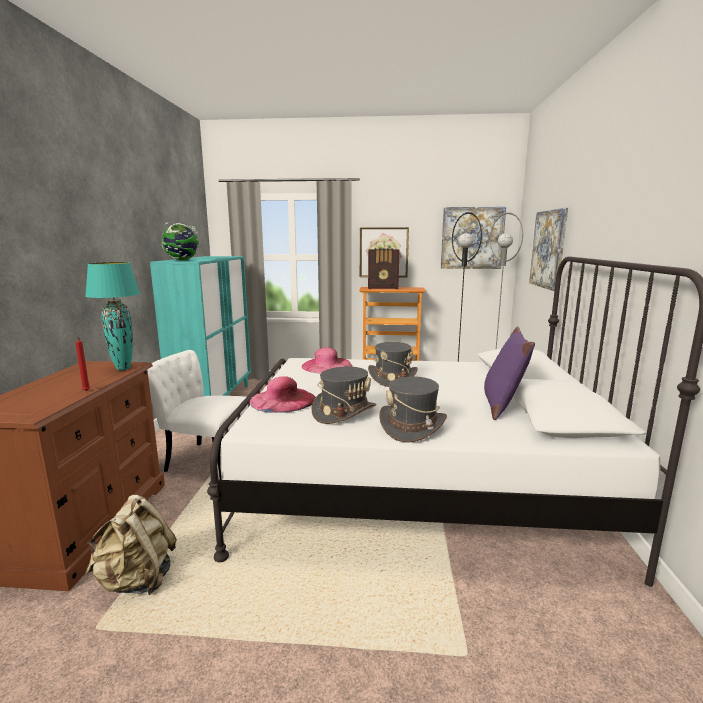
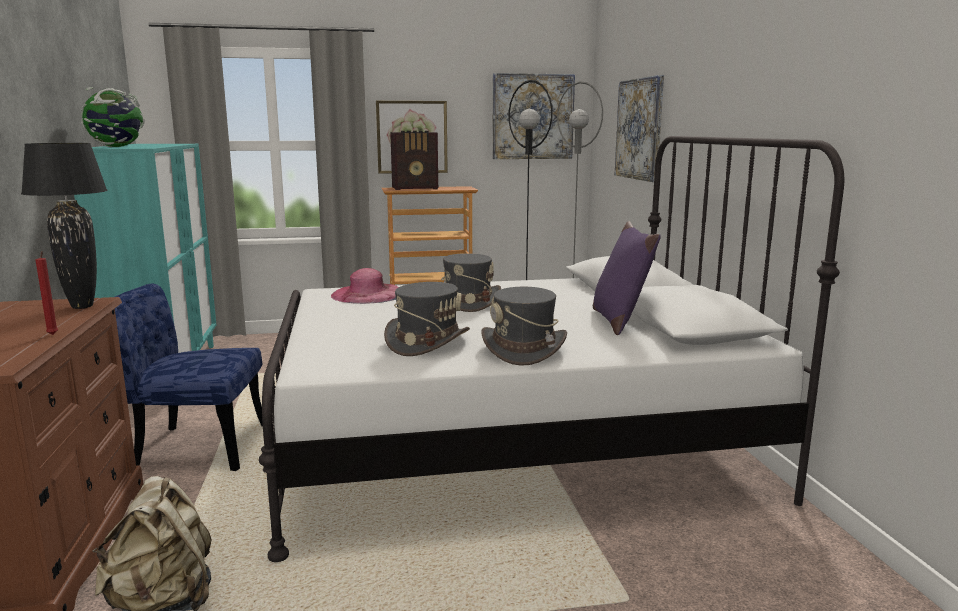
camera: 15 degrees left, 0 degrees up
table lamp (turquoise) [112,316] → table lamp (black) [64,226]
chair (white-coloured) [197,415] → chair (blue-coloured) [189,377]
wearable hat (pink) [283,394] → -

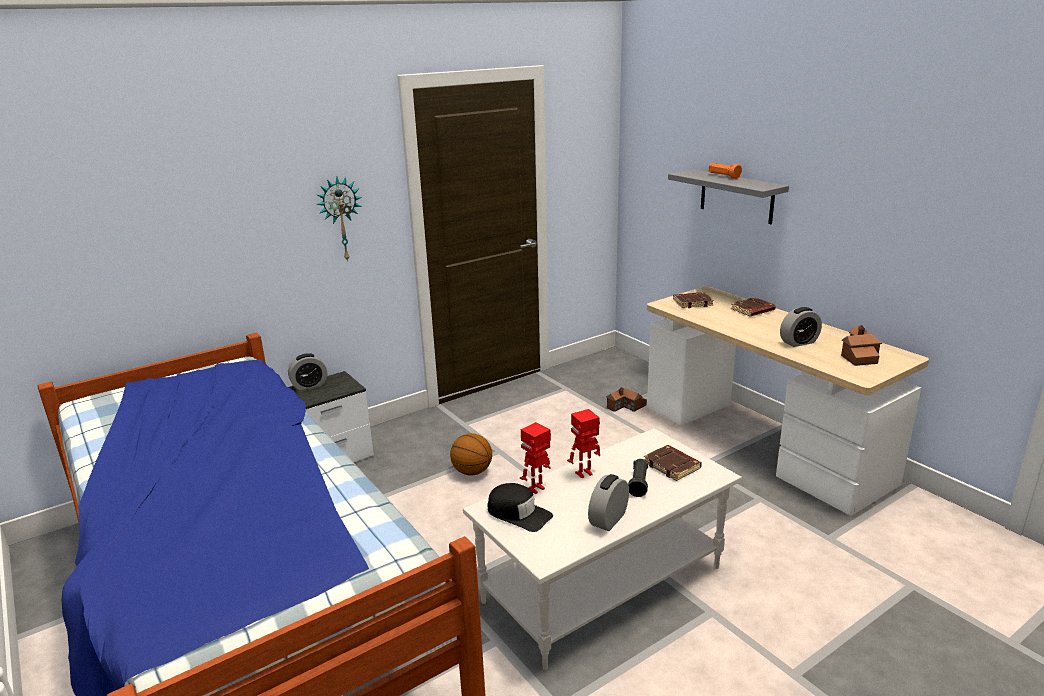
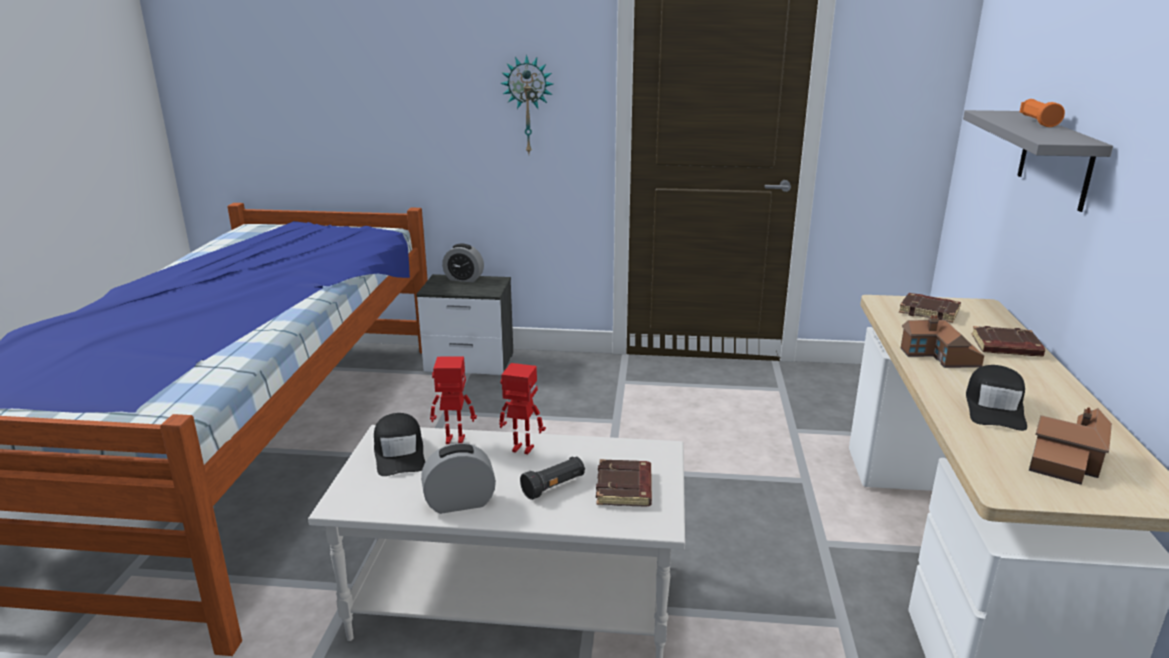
camera: 40 degrees right, 0 degrees up
ball for basketball [471,454] → -
model house [626,399] → model house [942,341], move
alarm clock [801,327] → baseball cap (black) [996,398]

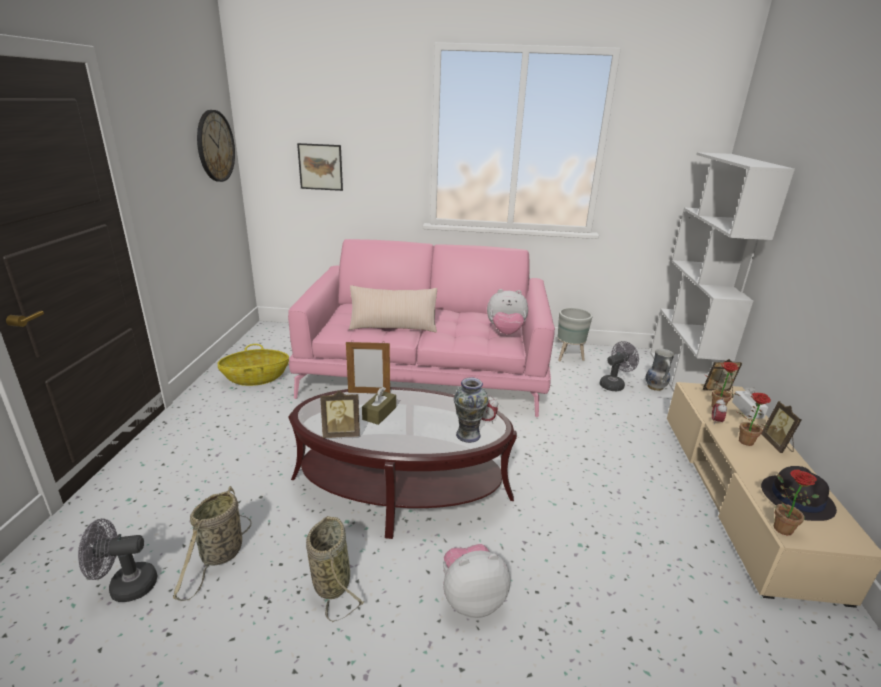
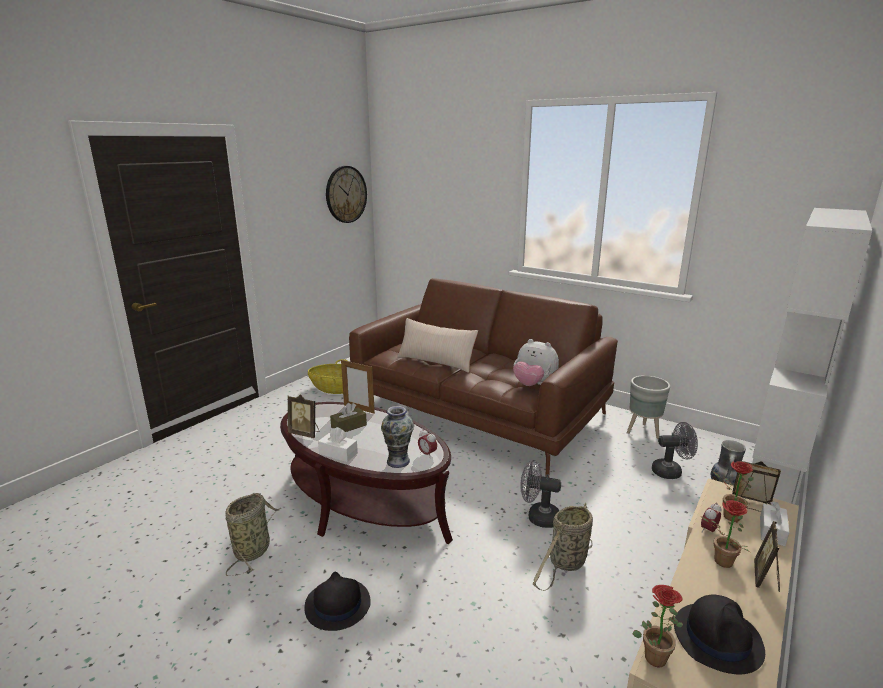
camera: 30 degrees right, 5 degrees down
electric fan (gray) [117,560] → electric fan (gray) [540,494], move
household basket [212,543] → household basket [563,547], move
couch (pink) [421,328] → couch (brown-coloured) [483,378]
wall picture [320,167] → -
plush toy [476,581] → wearable hat (black) [337,601]
- → box of tissues (white-coloured) [338,444]

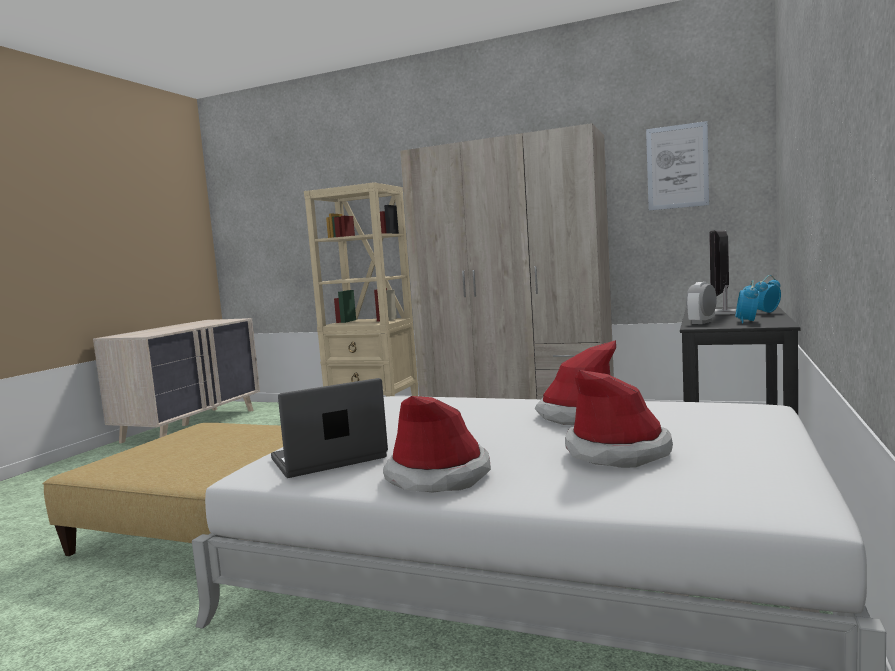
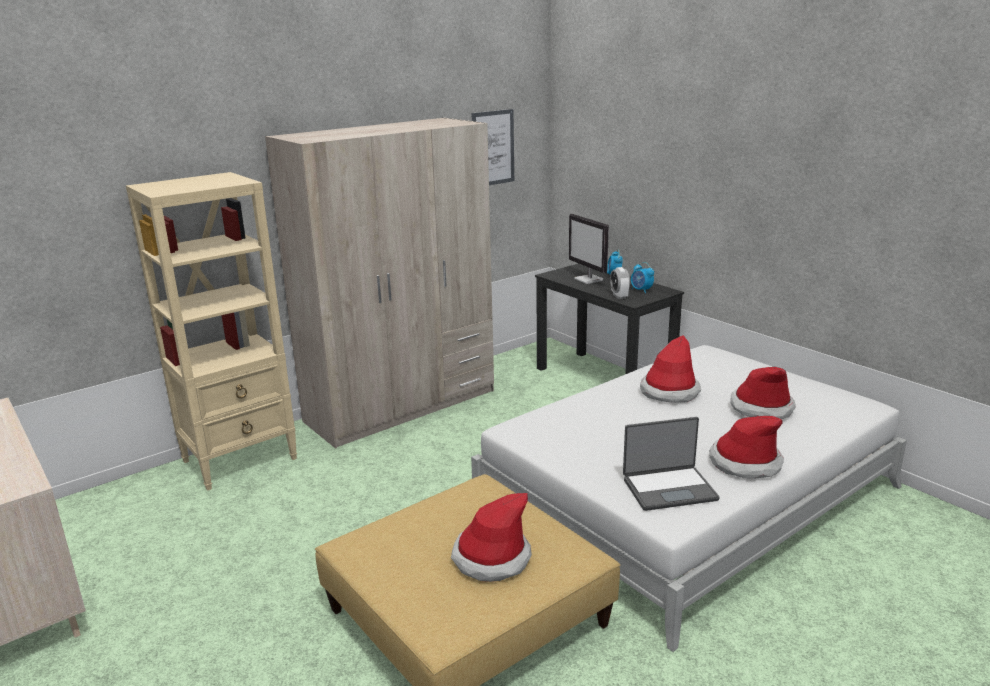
camera: 60 degrees left, 15 degrees up
notebook computer [329,428] → notebook computer [671,464], 105 degrees counterclockwise
- → wearable hat [491,537]

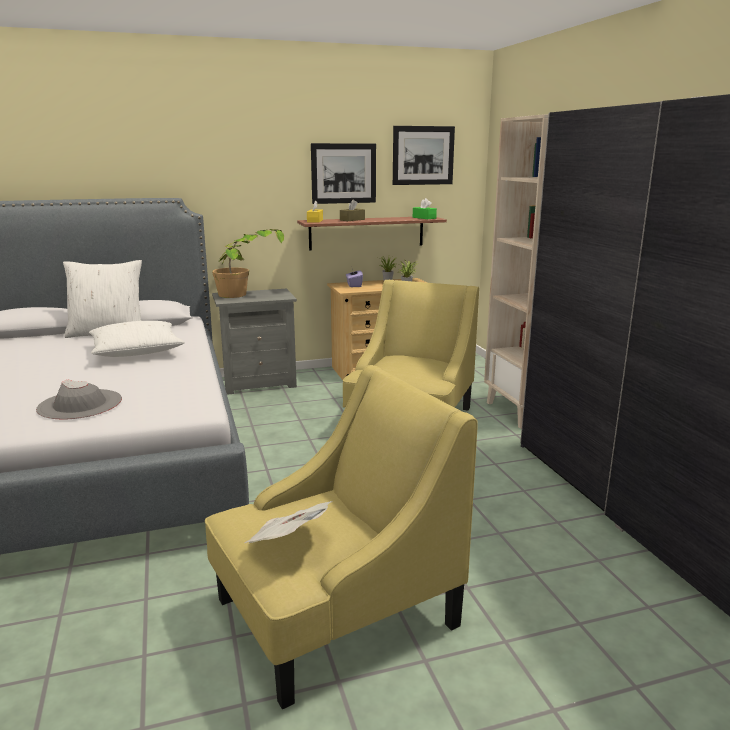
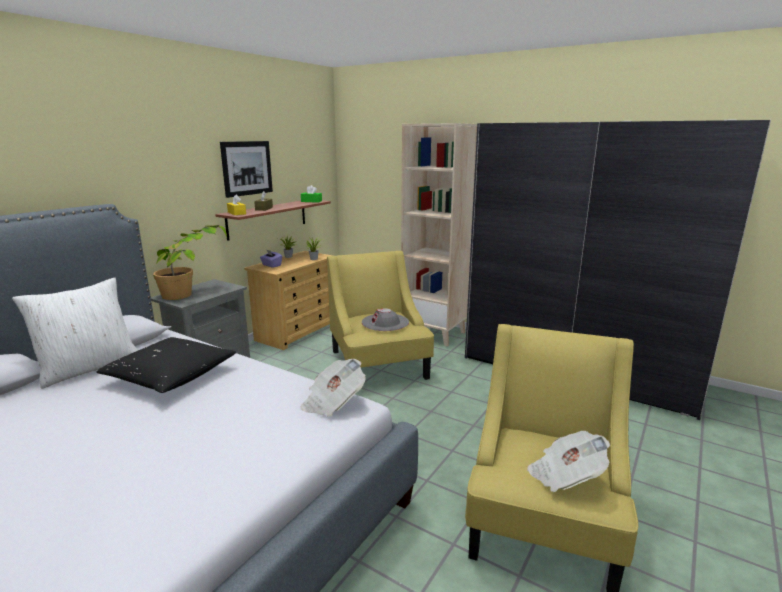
camera: 40 degrees left, 0 degrees up
wearable hat (gray) [79,399] → wearable hat (gray) [385,319], move
pillow (white-coloured) [137,339] → pillow (black) [166,365]
wall picture [424,155] → -
- → daily paper [333,388]

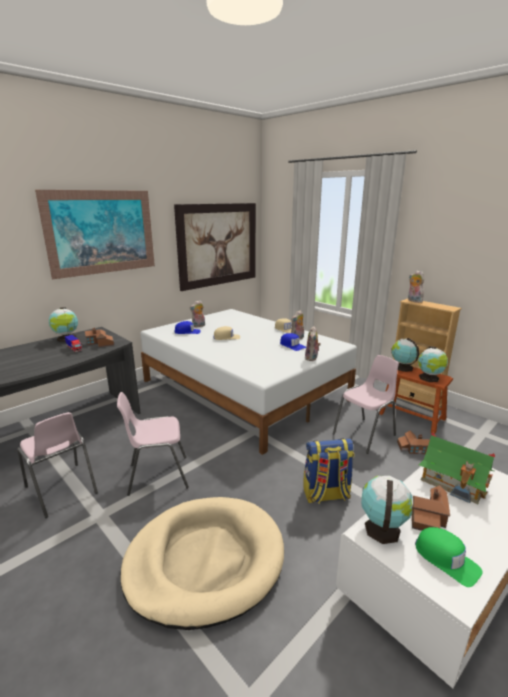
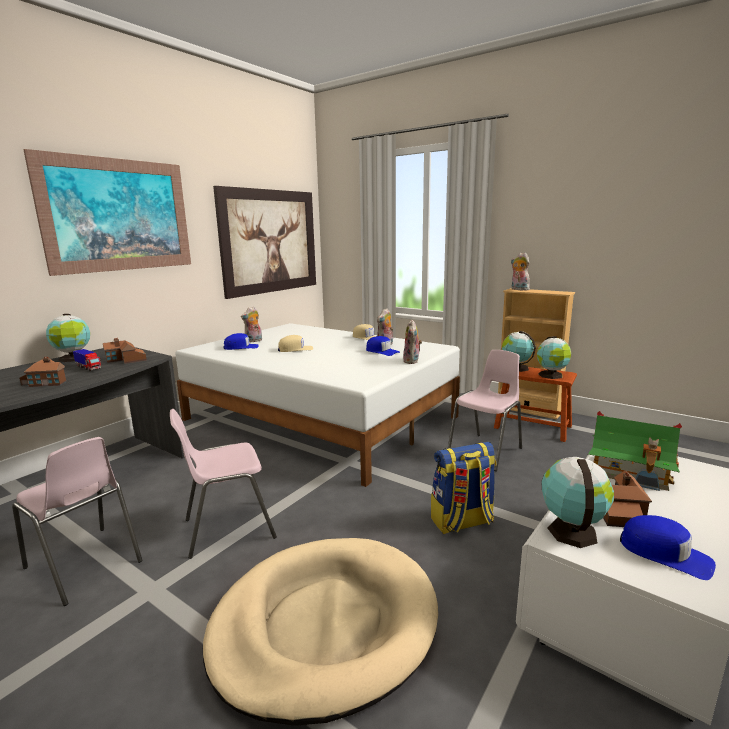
camera: 10 degrees left, 5 degrees down
model house [413,442] → model house [42,372], move
baseball cap (green) [448,557] → baseball cap (blue-coloured) [668,547]

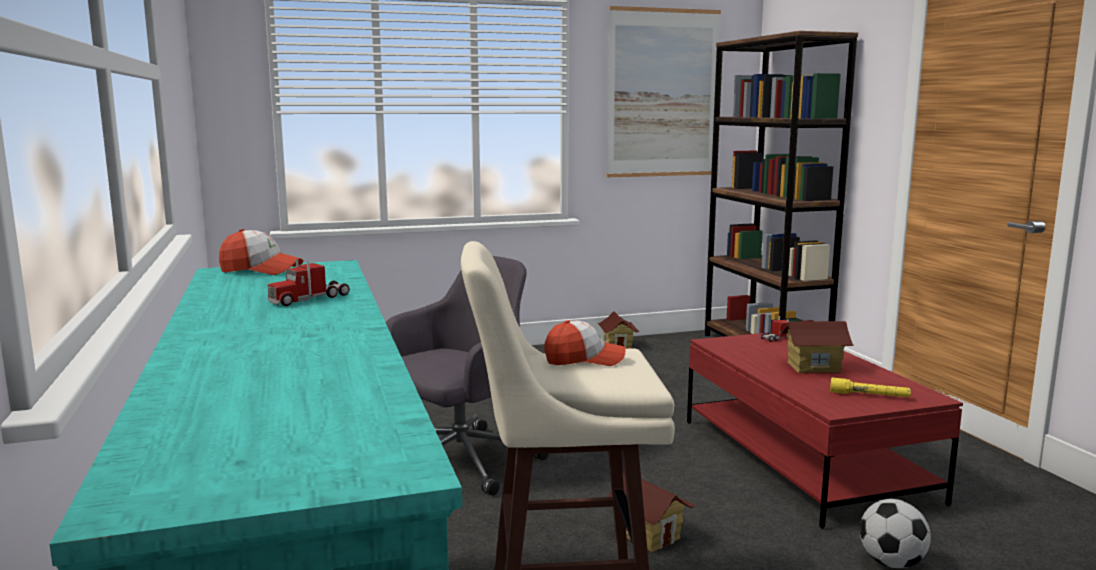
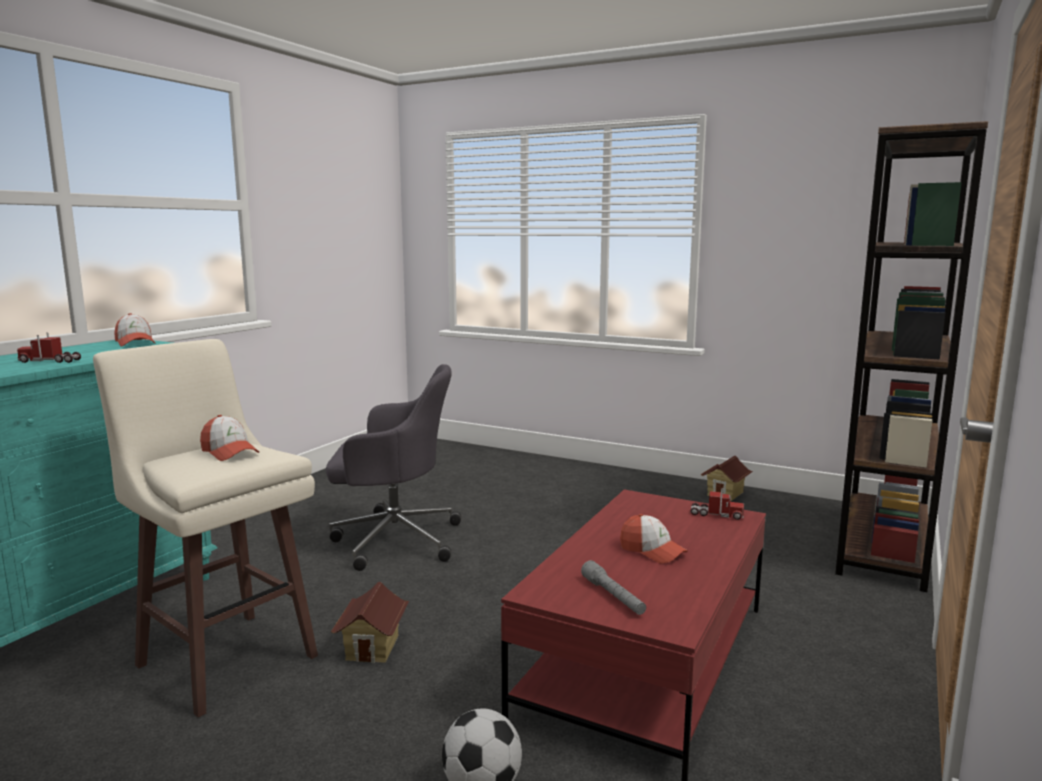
camera: 45 degrees right, 0 degrees up
wall picture [663,92] → -
model house [816,347] → baseball cap [654,539]
flashlight (yellow) [870,387] → flashlight (gray) [613,587]

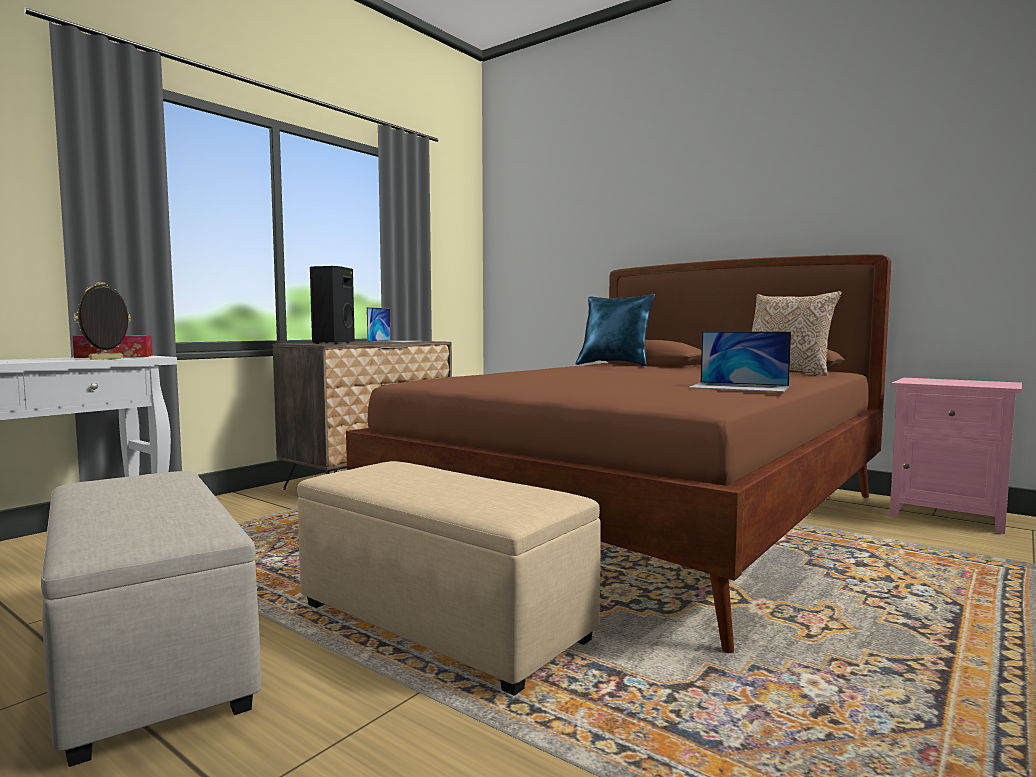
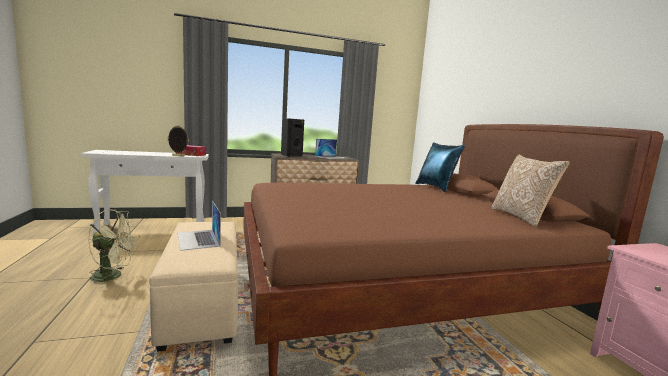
camera: 35 degrees right, 5 degrees up
pouffe (beige-coloured) [151,619] → electric fan (green) [114,249]
notebook computer [740,361] → notebook computer [199,226], move

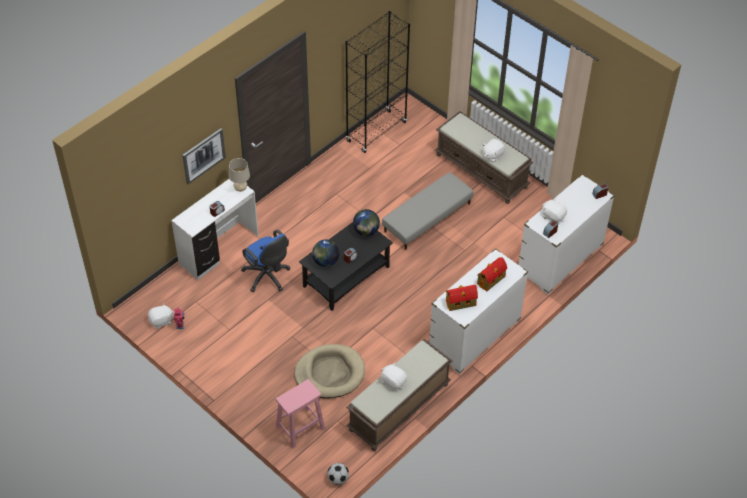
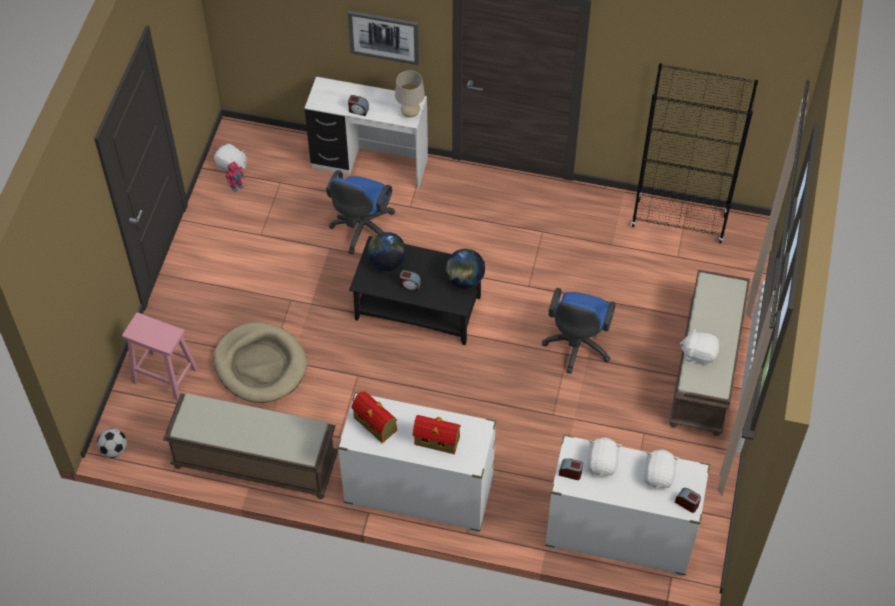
camera: 60 degrees right, 5 degrees up
plush toy (white-coloured) [394,376] → plush toy (white-coloured) [661,468], move
pouffe (gray) [428,211] → computer chair (blue-coloured) [579,330]

